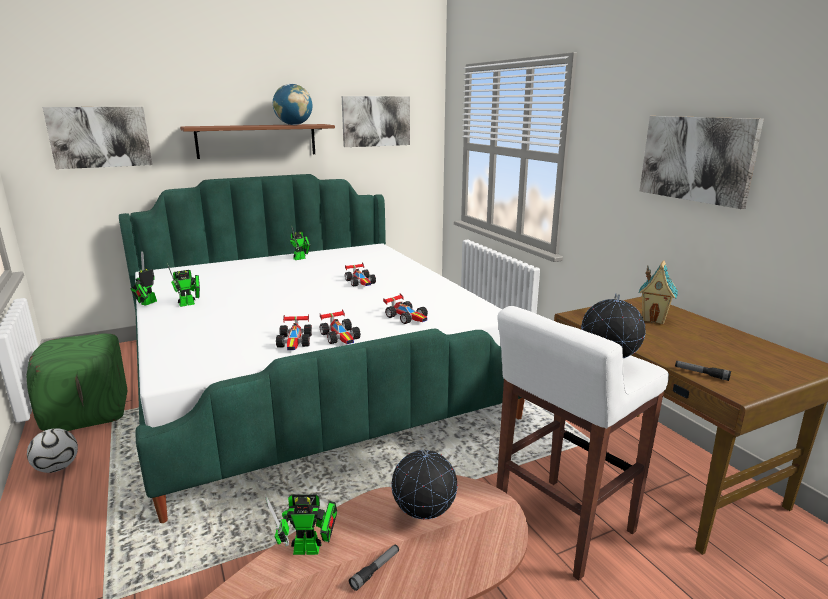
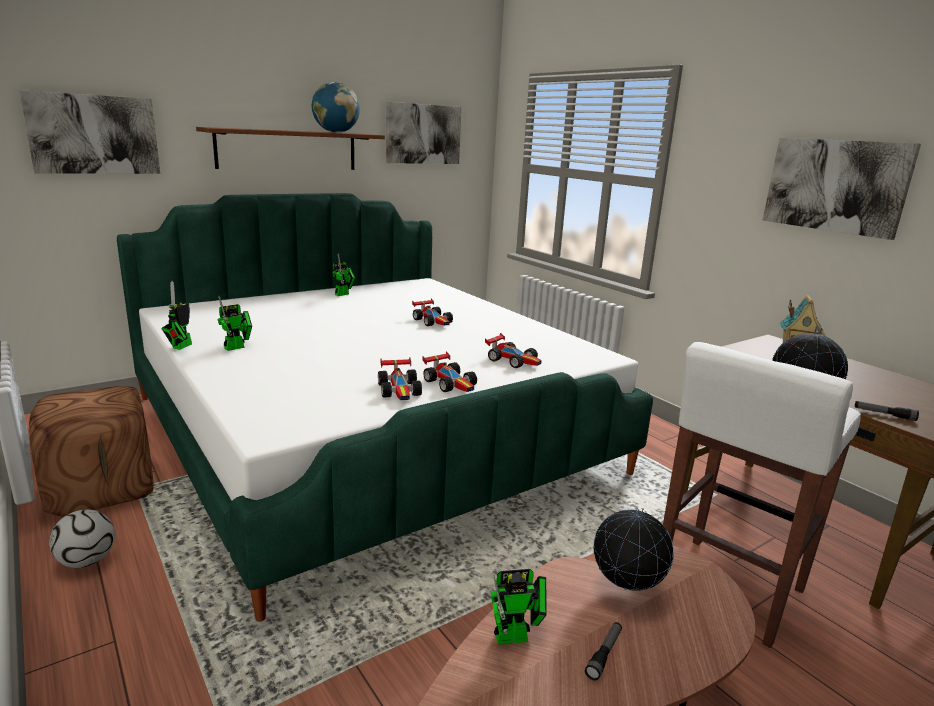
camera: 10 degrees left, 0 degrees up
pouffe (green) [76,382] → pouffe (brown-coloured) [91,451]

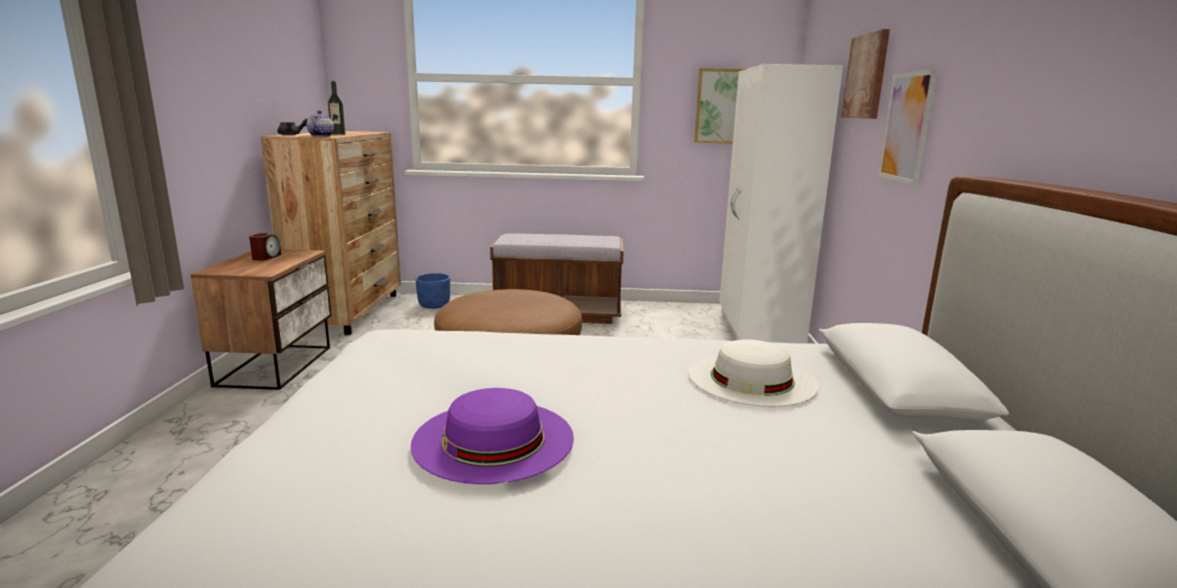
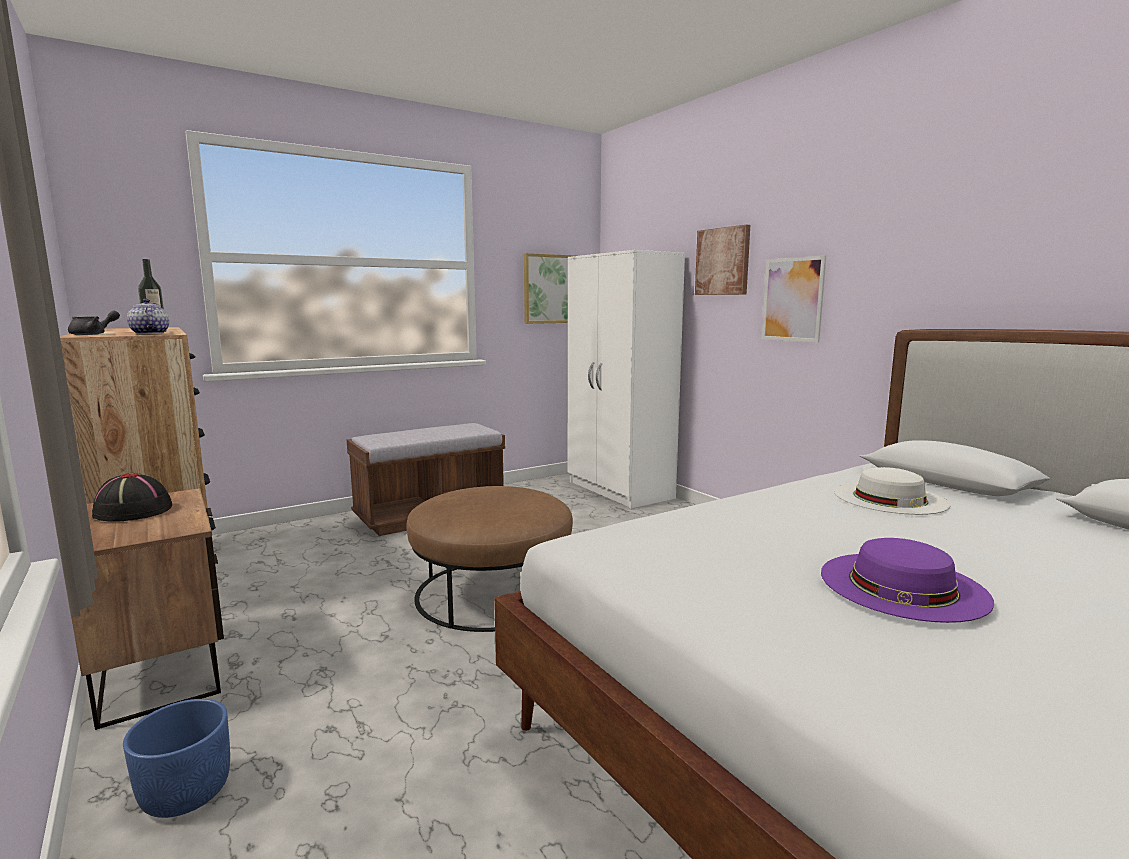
camera: 35 degrees left, 5 degrees down
alarm clock [265,247] → wearable hat (black) [132,497]
plant pot (blue-coloured) [432,291] → plant pot (blue-coloured) [176,758], move

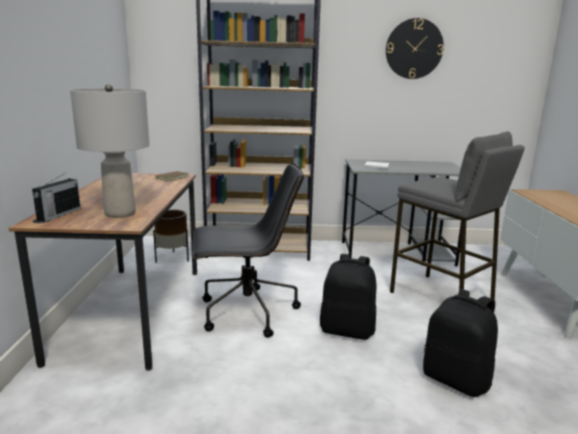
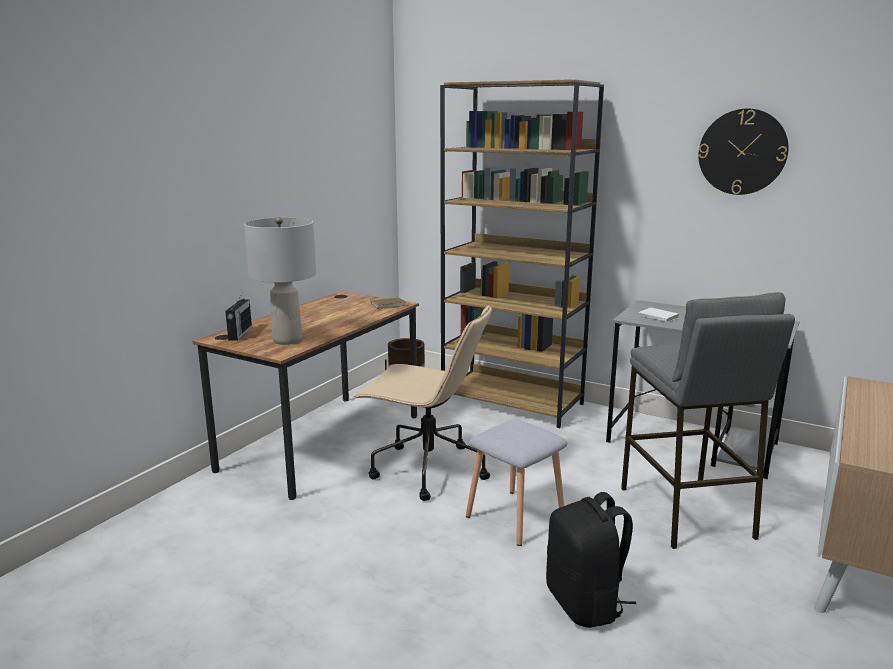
camera: 30 degrees right, 0 degrees up
radio receiver [56,197] → radio receiver [238,317], 45 degrees counterclockwise
computer chair (black) [248,250] → computer chair (beige-coloured) [423,403]
backpack (black) [348,297] → stool (gray) [516,482]

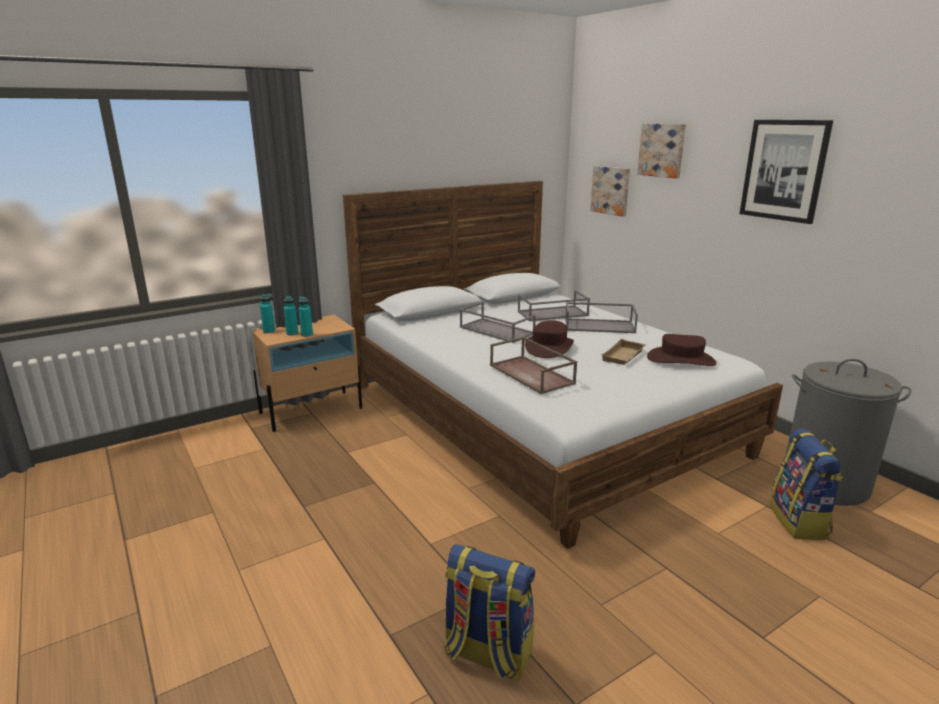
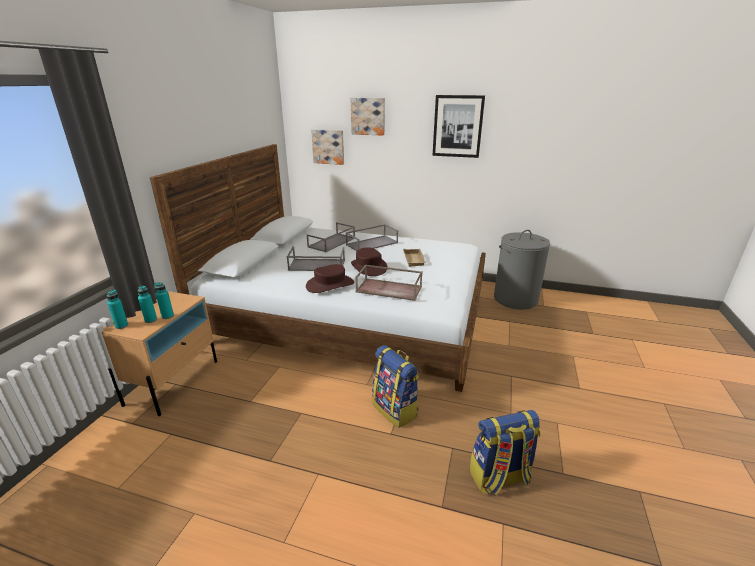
camera: 40 degrees left, 5 degrees up
wearable hat (brown-coloured) [681,350] → wearable hat (brown-coloured) [330,278], move
backpack [806,484] → backpack [395,386], move

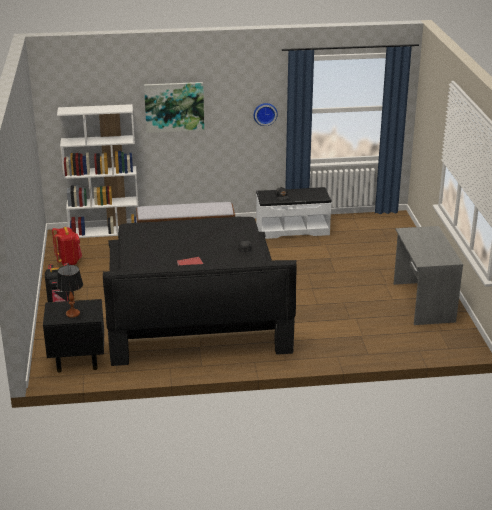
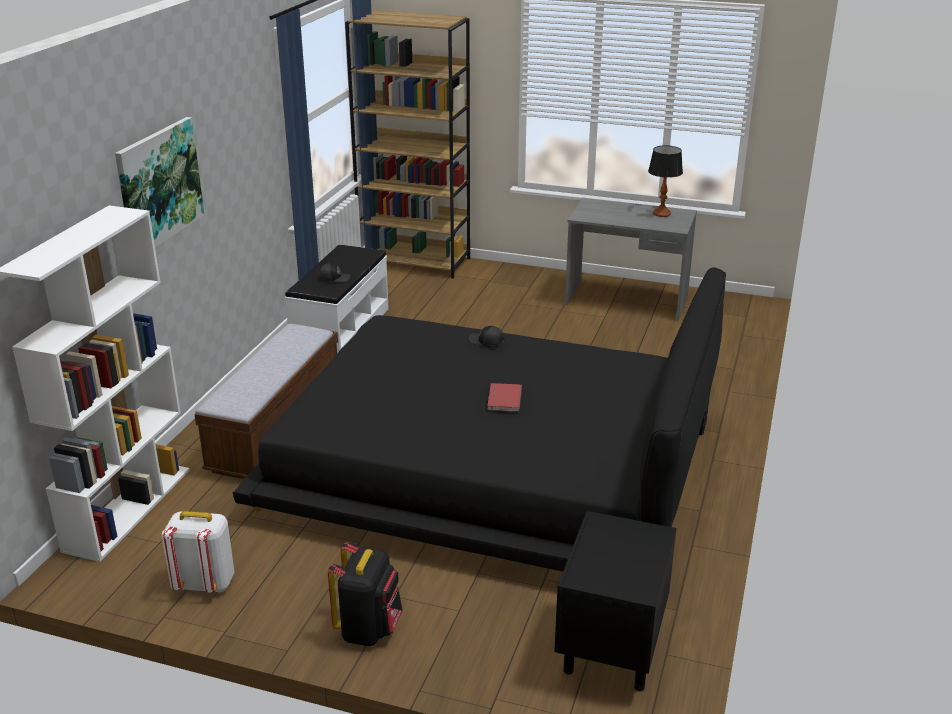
camera: 65 degrees left, 0 degrees up
backpack (red-coloured) [67,246] → backpack (white-coloured) [198,552]
table lamp [70,291] → table lamp [665,181], move
clock on the wall [266,114] → -
- → bookcase (brown-coloured) [407,144]

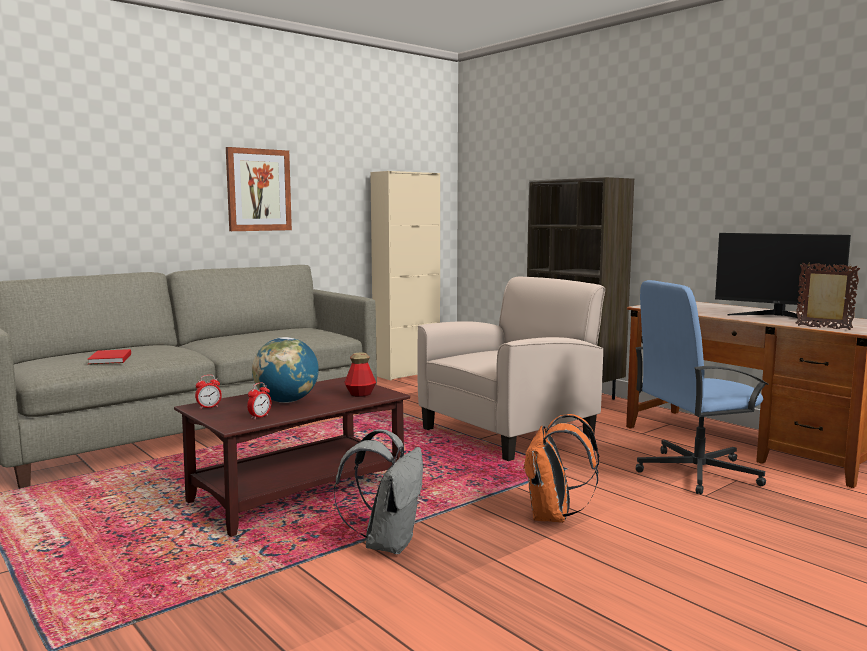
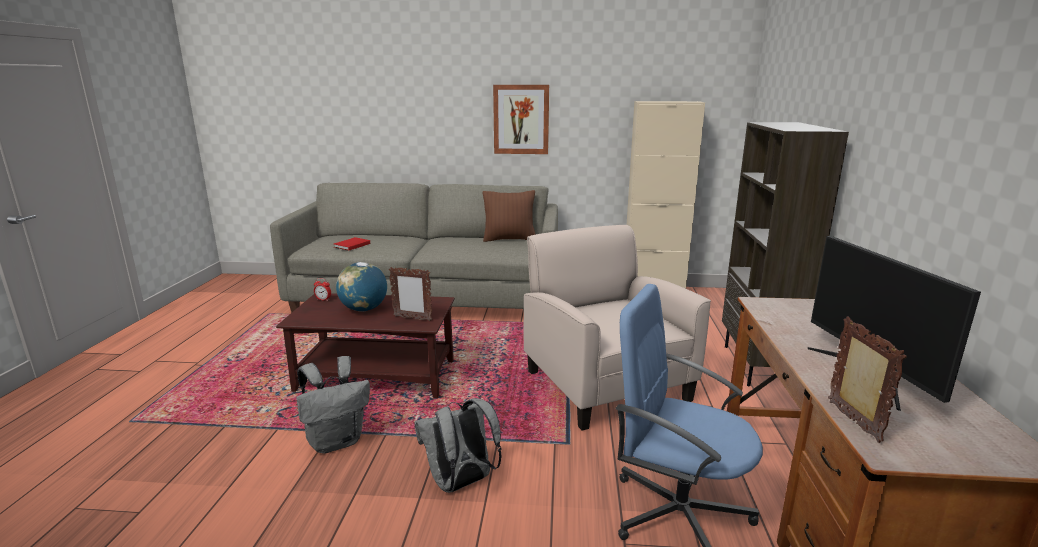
camera: 45 degrees right, 10 degrees up
alarm clock [259,400] → -
drink bottle [360,375] → photo frame [410,294]
easy chair (beige-coloured) [511,369] → easy chair (beige-coloured) [617,328], 120 degrees counterclockwise
backpack (orange) [561,468] → backpack (gray) [458,446]
- → pillow (brown-coloured) [509,216]

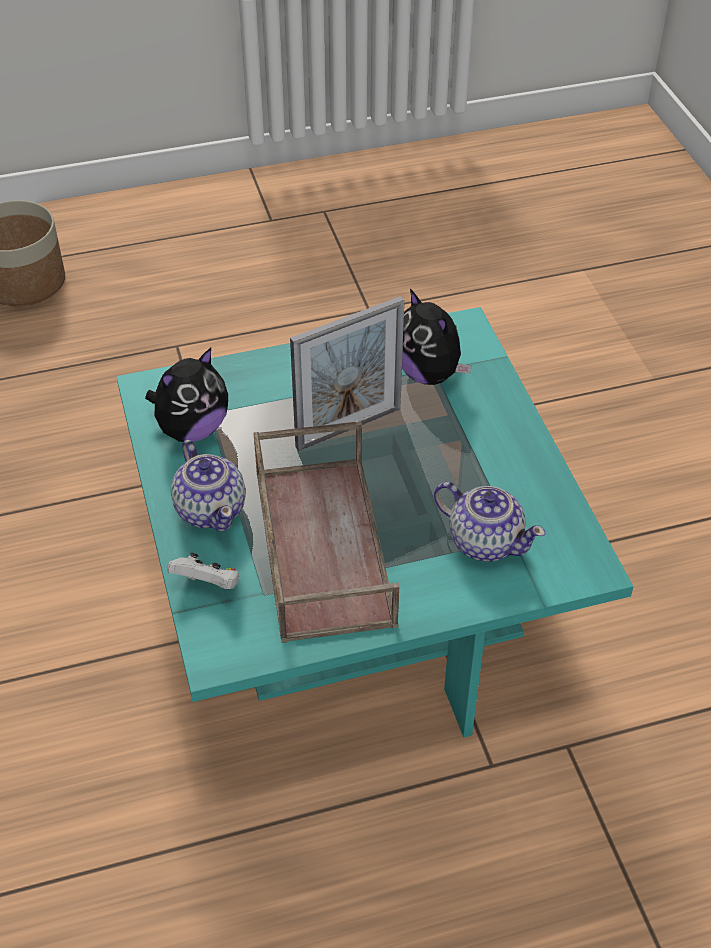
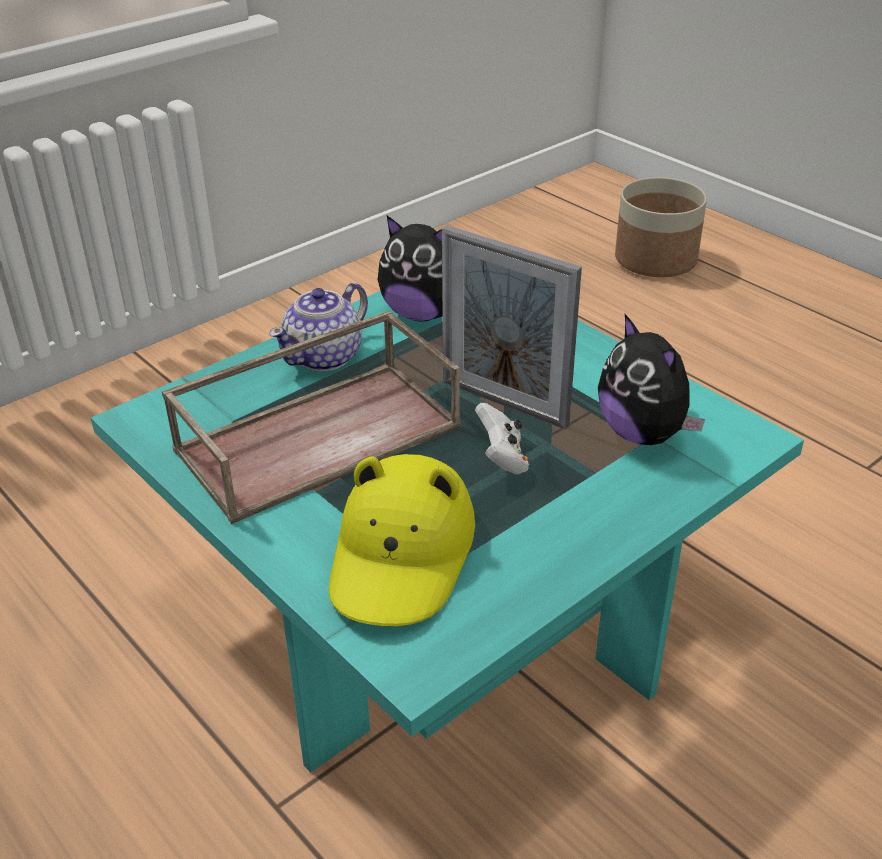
camera: 65 degrees right, 10 degrees down
gamepad (white-coloured) [203,571] → gamepad (white-coloured) [502,439], move
plush toy [437,337] → plush toy [651,379], 60 degrees counterclockwise
tea pot [490,522] → wearable hat (yellow) [402,540]

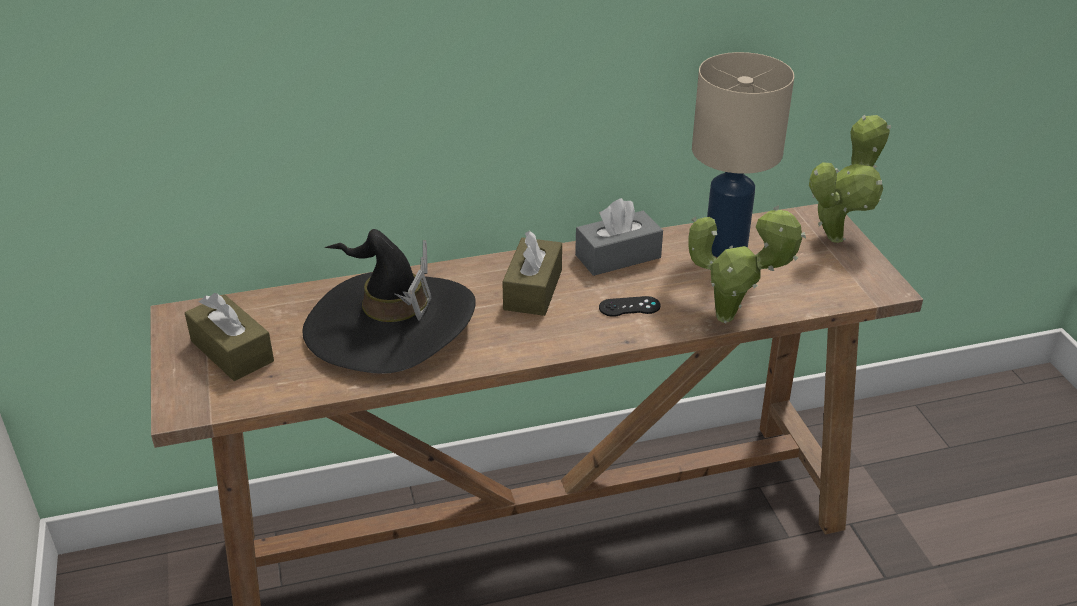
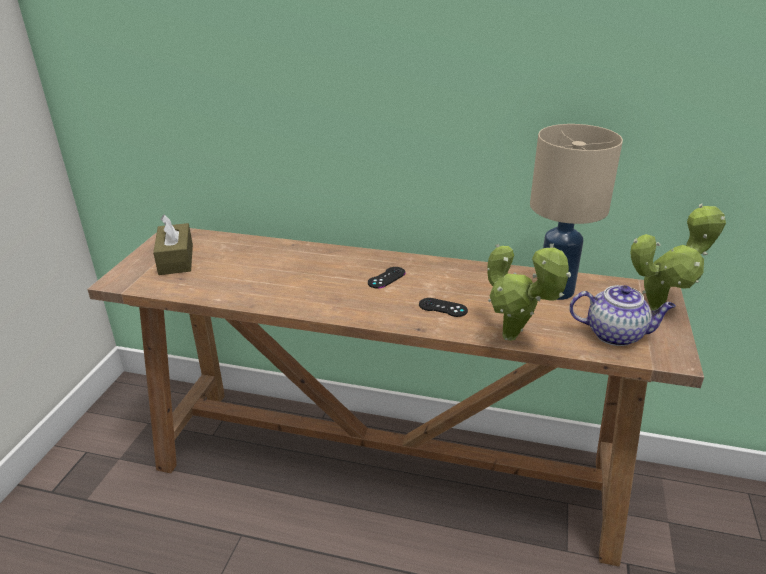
camera: 30 degrees right, 5 degrees down
wearable hat (black) [389,301] → -
box of tissues (brown-coloured) [532,273] → gamepad (black) [387,277]
box of tissues (gray) [619,237] → -
- → tea pot [622,315]

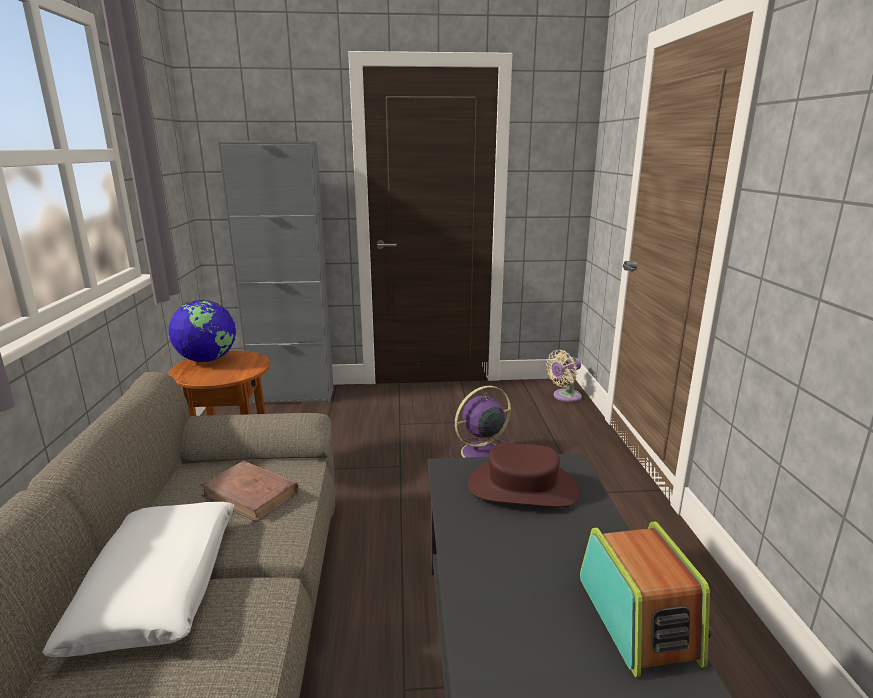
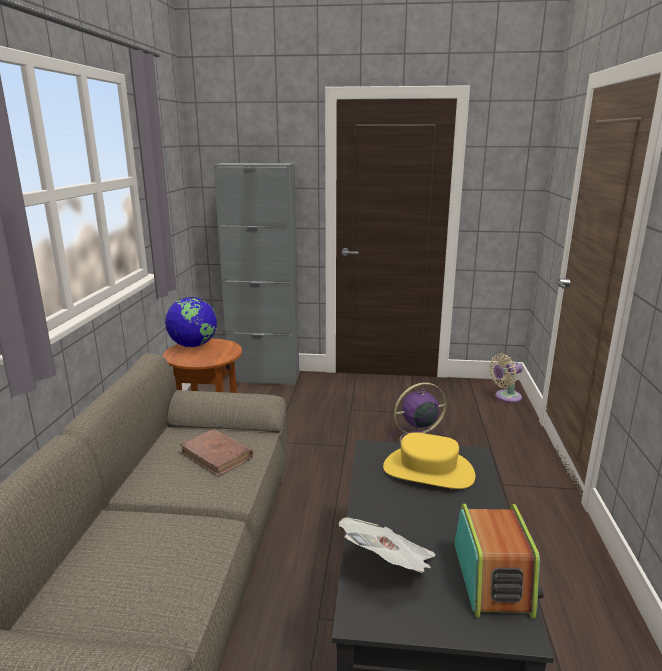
camera: 10 degrees right, 0 degrees up
pillow (white-coloured) [138,579] → -
wearable hat (brown-coloured) [524,475] → wearable hat (yellow) [429,461]
- → daily paper [387,545]

